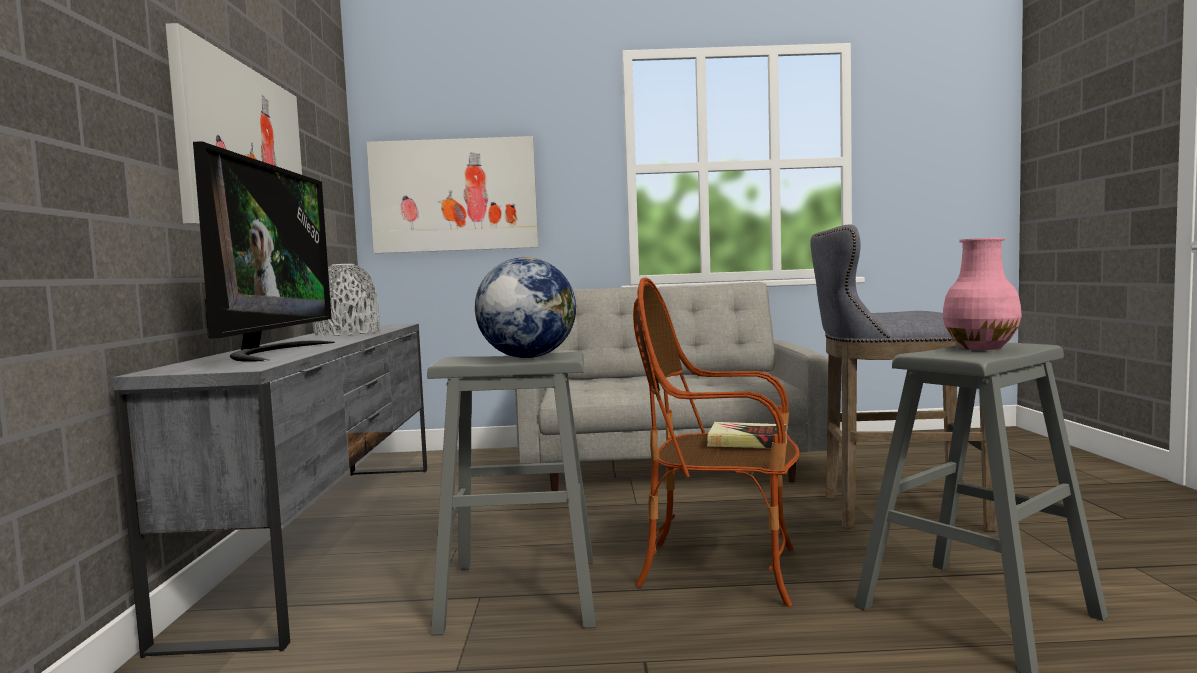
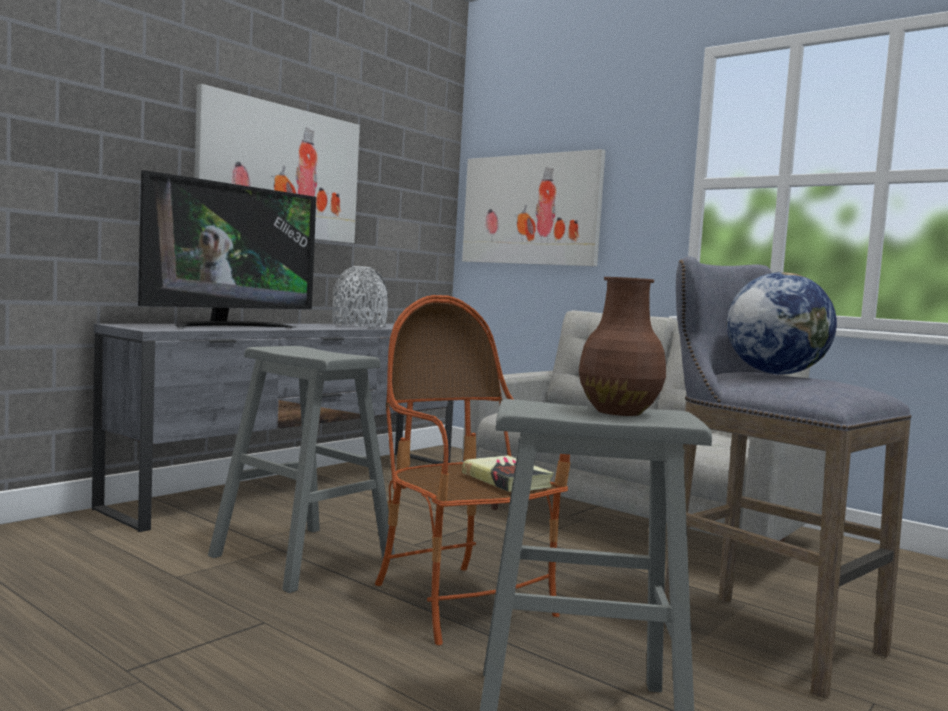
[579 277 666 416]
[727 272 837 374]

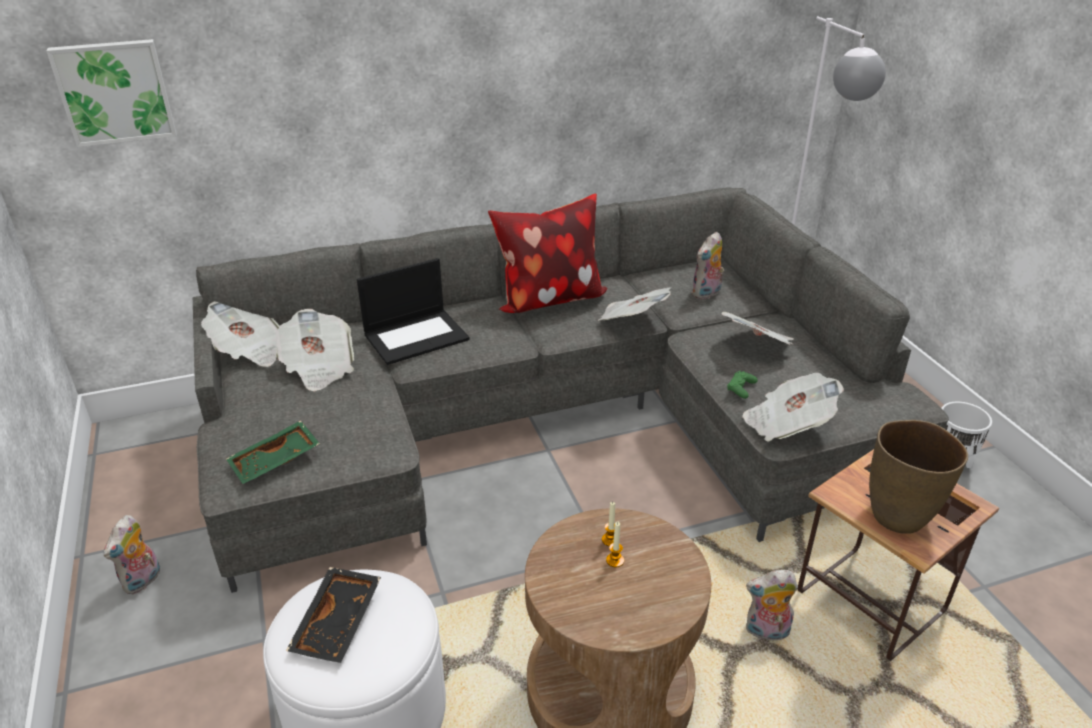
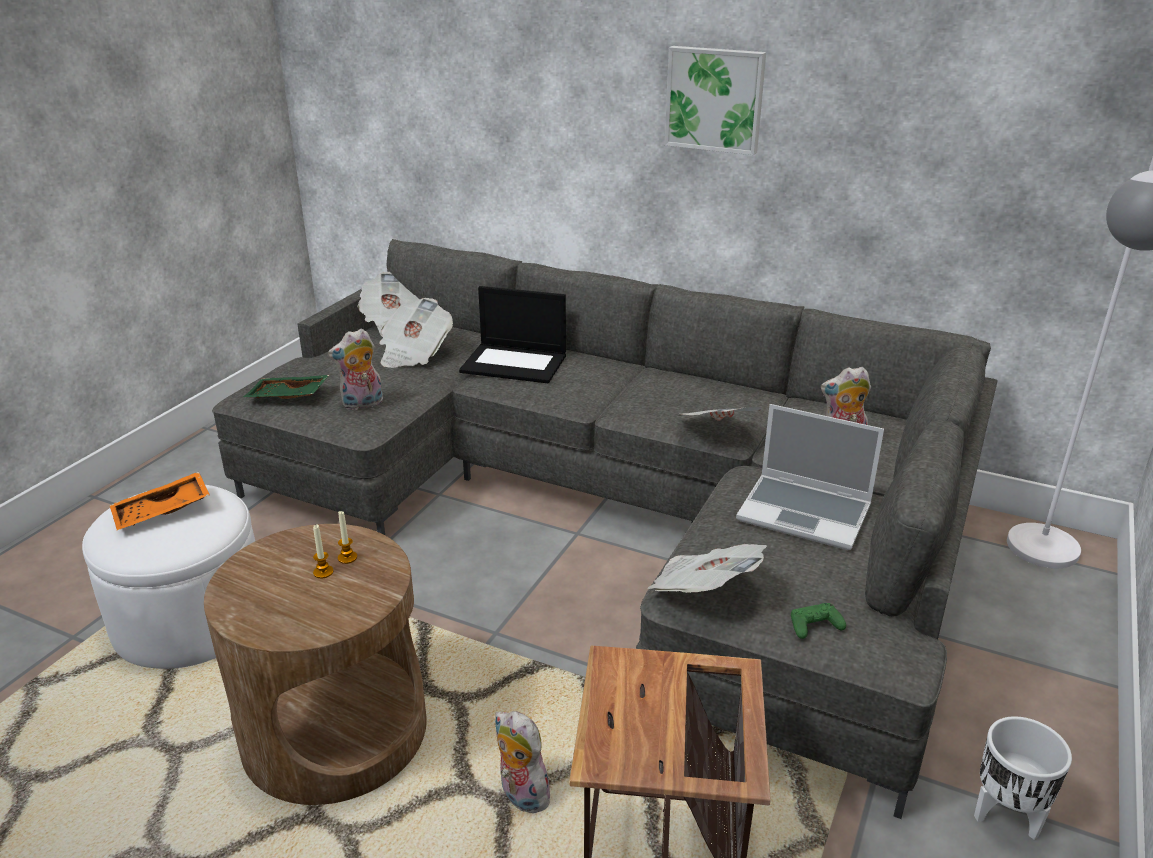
[110 472 210 530]
[328 329 383 411]
[665 46 766 155]
[736 404 884 550]
[791 603 846 639]
[488 194 607 313] (first image)
[869 420 968 534] (first image)

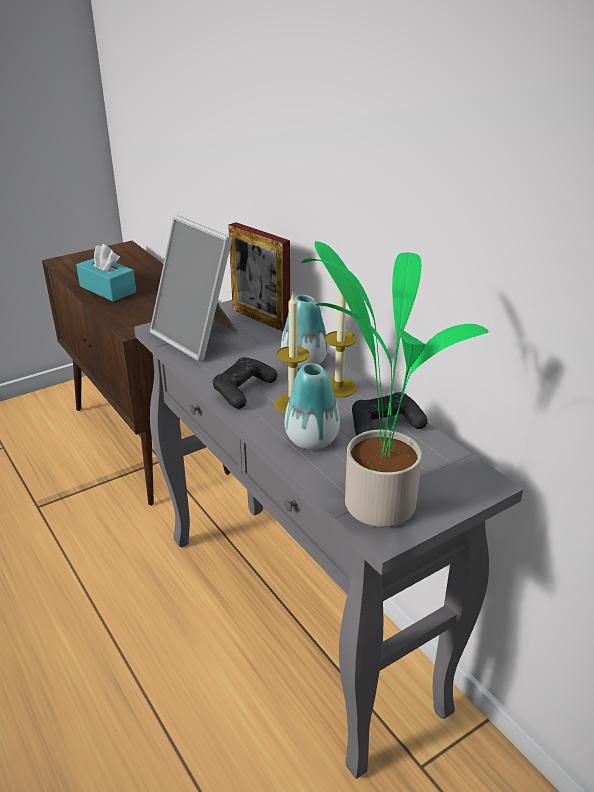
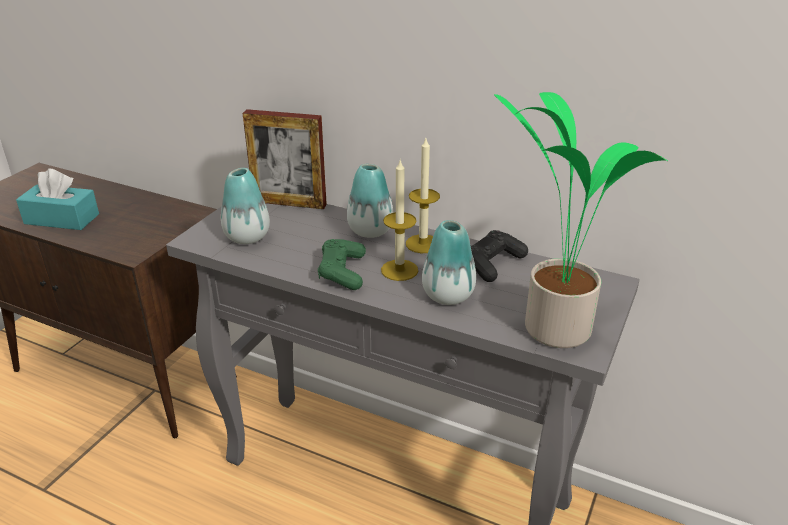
[221 168 270 244]
[318 239 366 290]

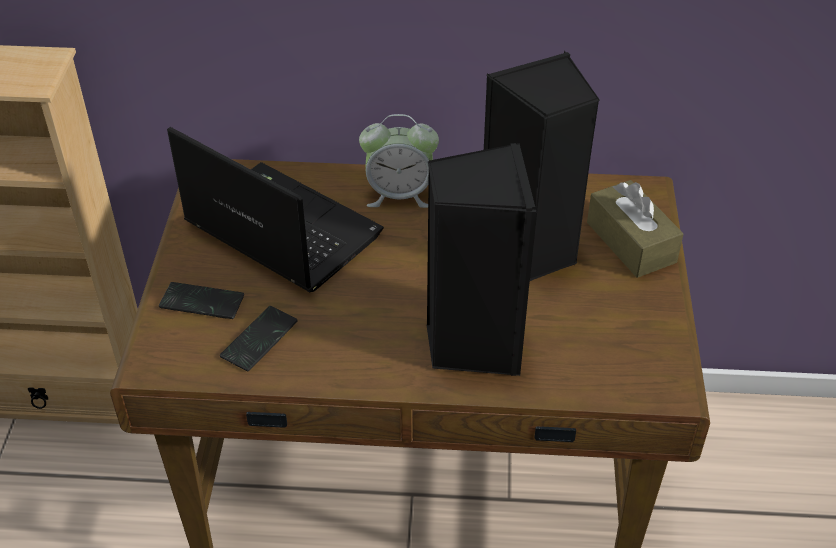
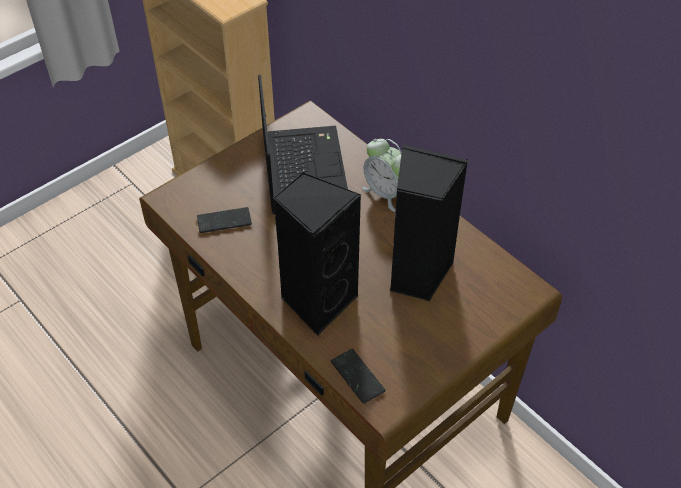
[331 349 385 404]
[587 180 684 278] (first image)

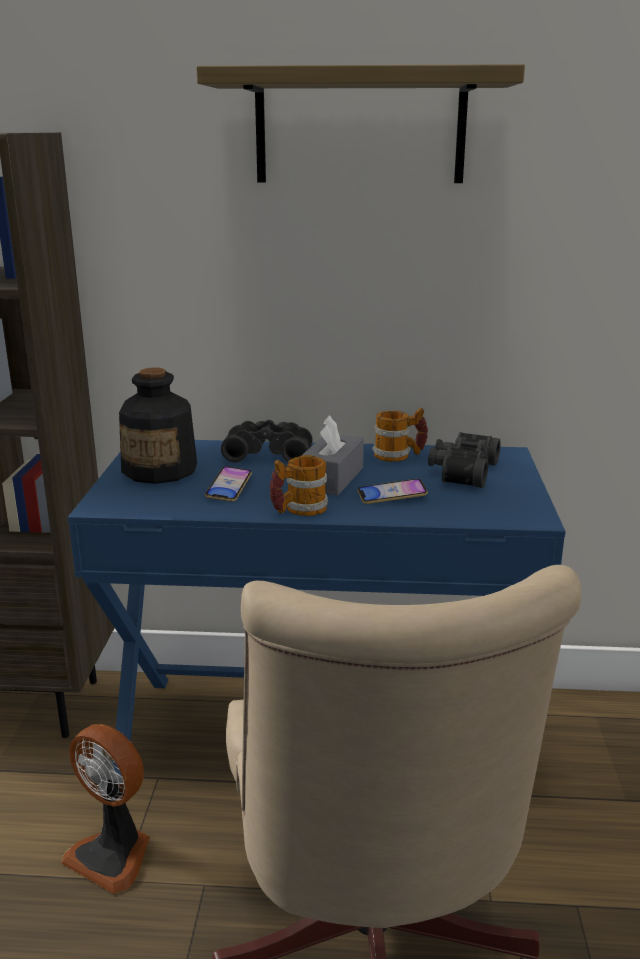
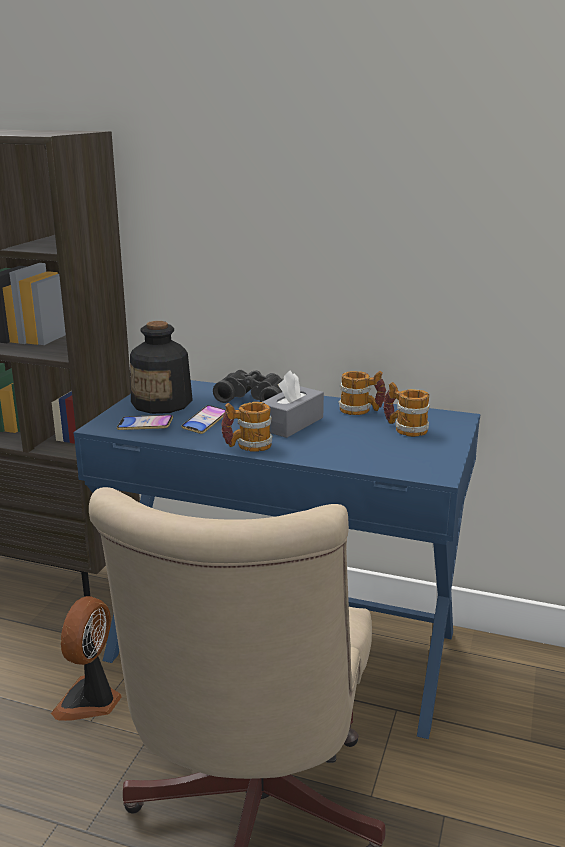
[51 596 122 721]
[117 415 173 430]
[383 382 429 437]
[196 64 525 183] (first image)

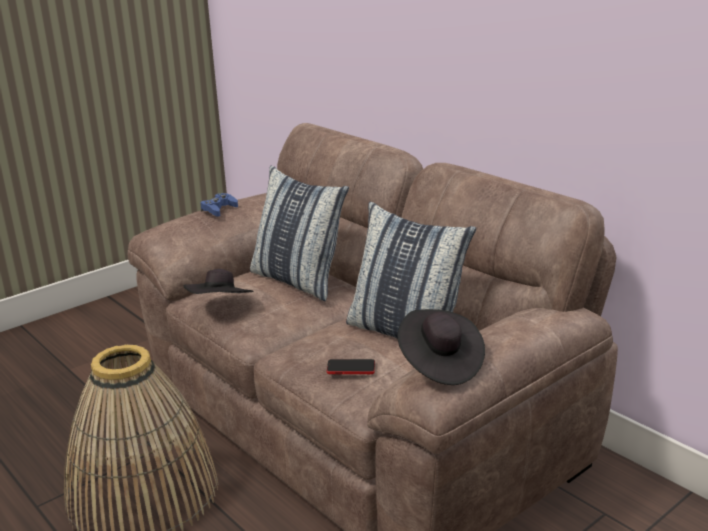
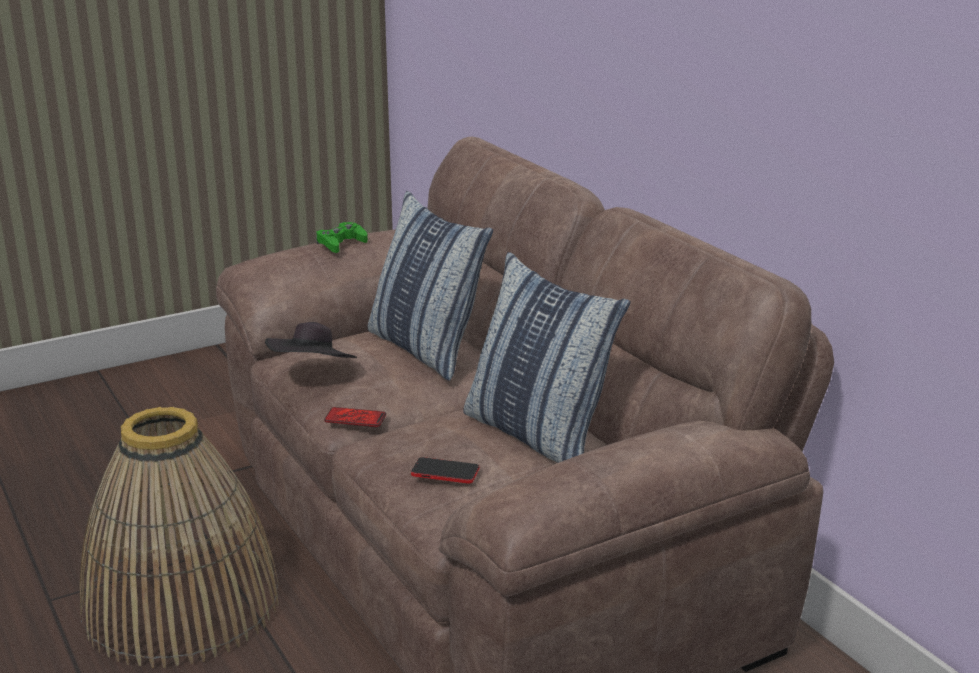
[316 222 368 253]
[324 407 386 427]
[397 309 485 385] (first image)

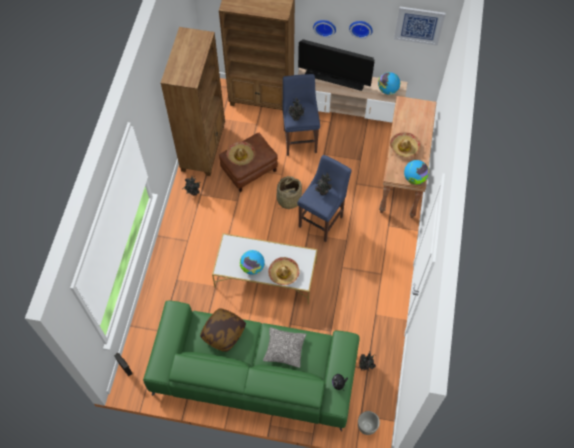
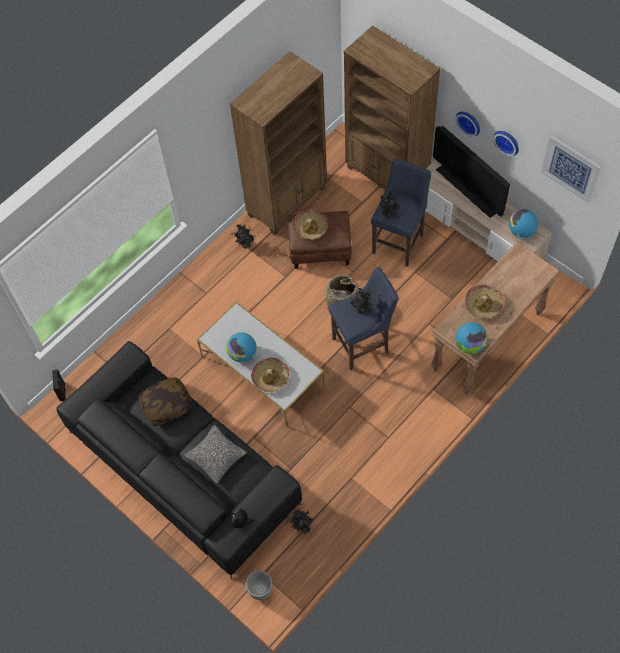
[56 341 302 580]

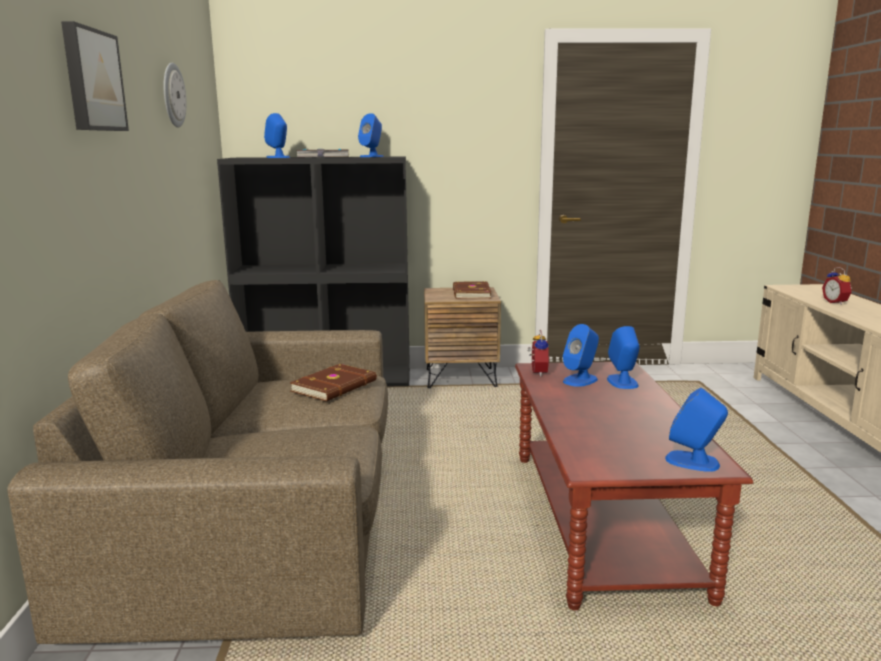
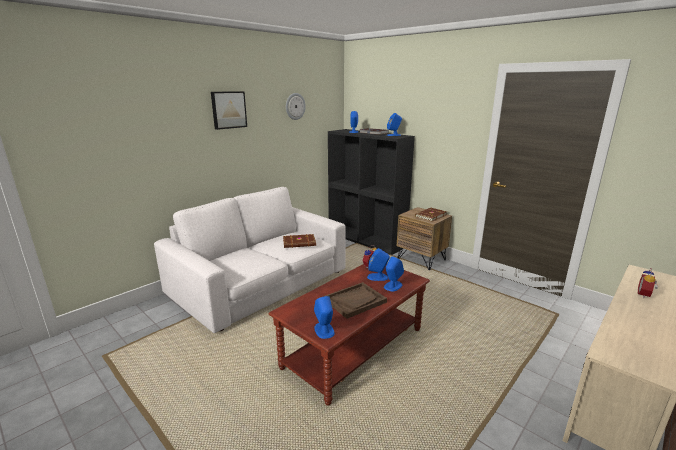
[154 187 346 333]
[325 282 387 319]

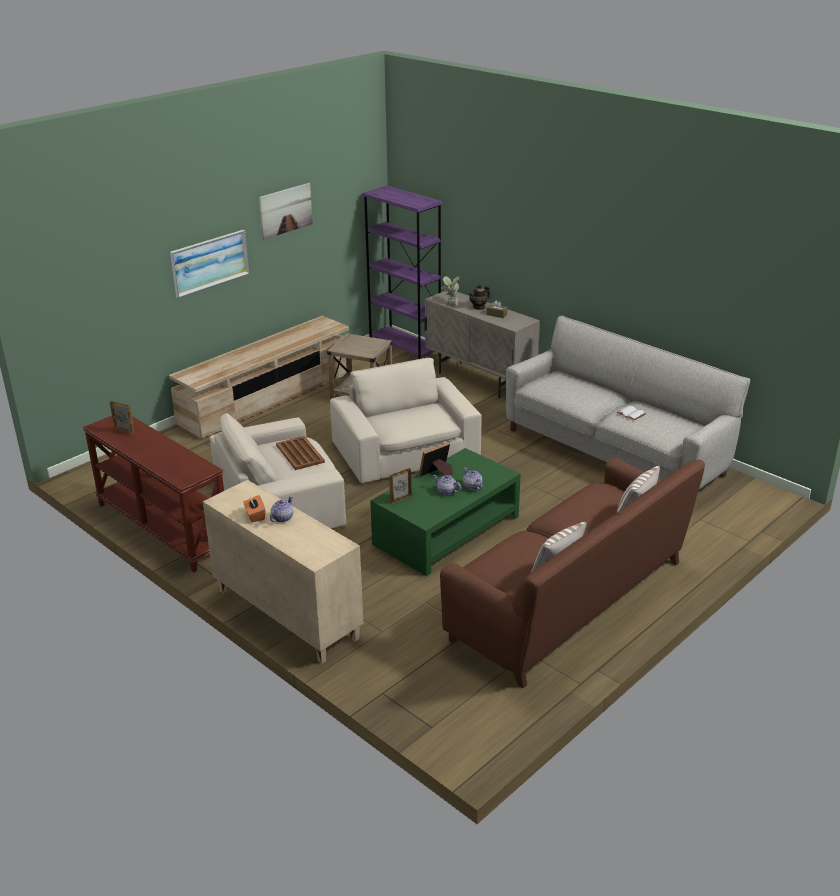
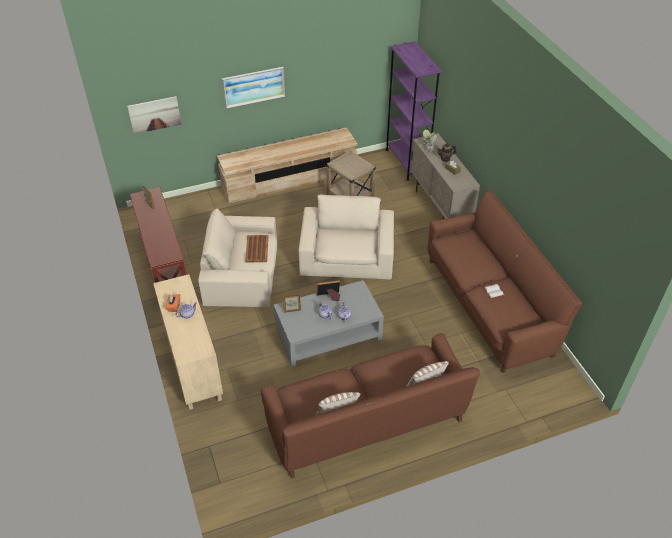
[127 96 181 134]
[274 280 384 367]
[428 190 582 373]

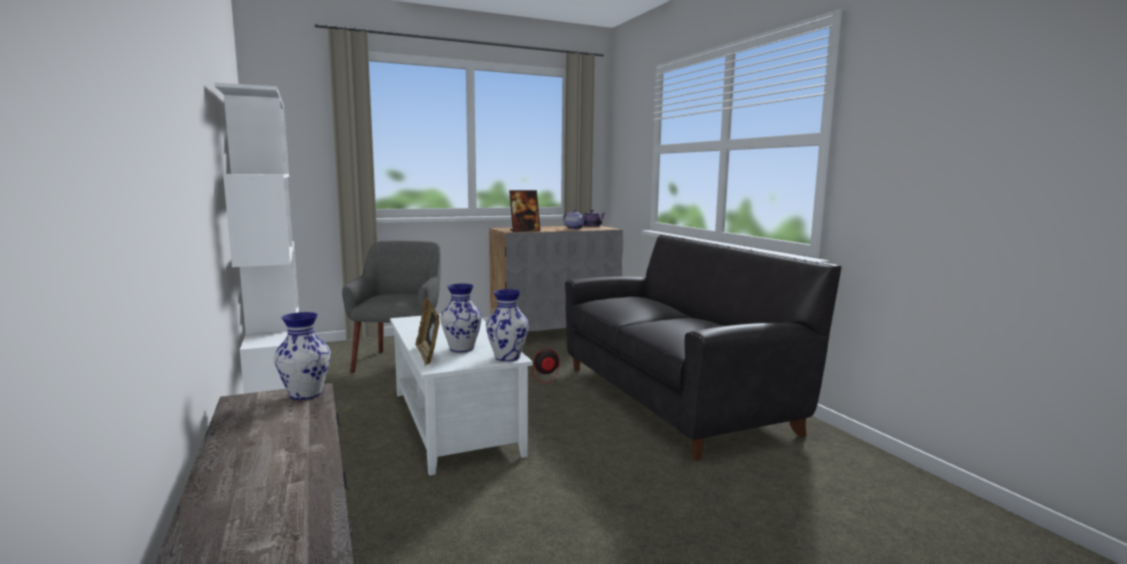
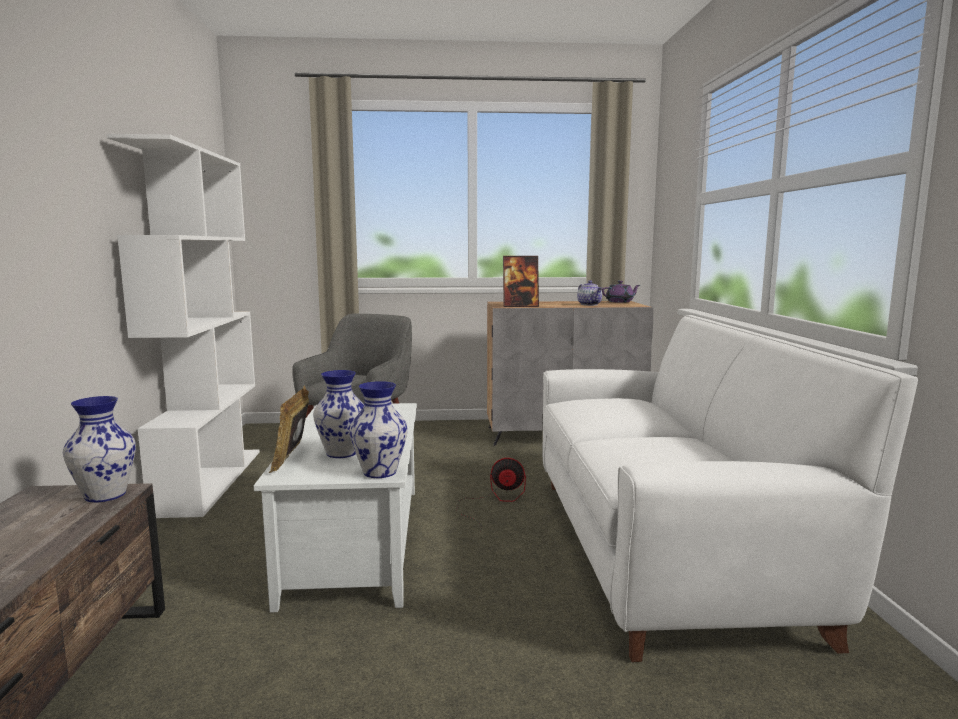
[543 315 918 662]

